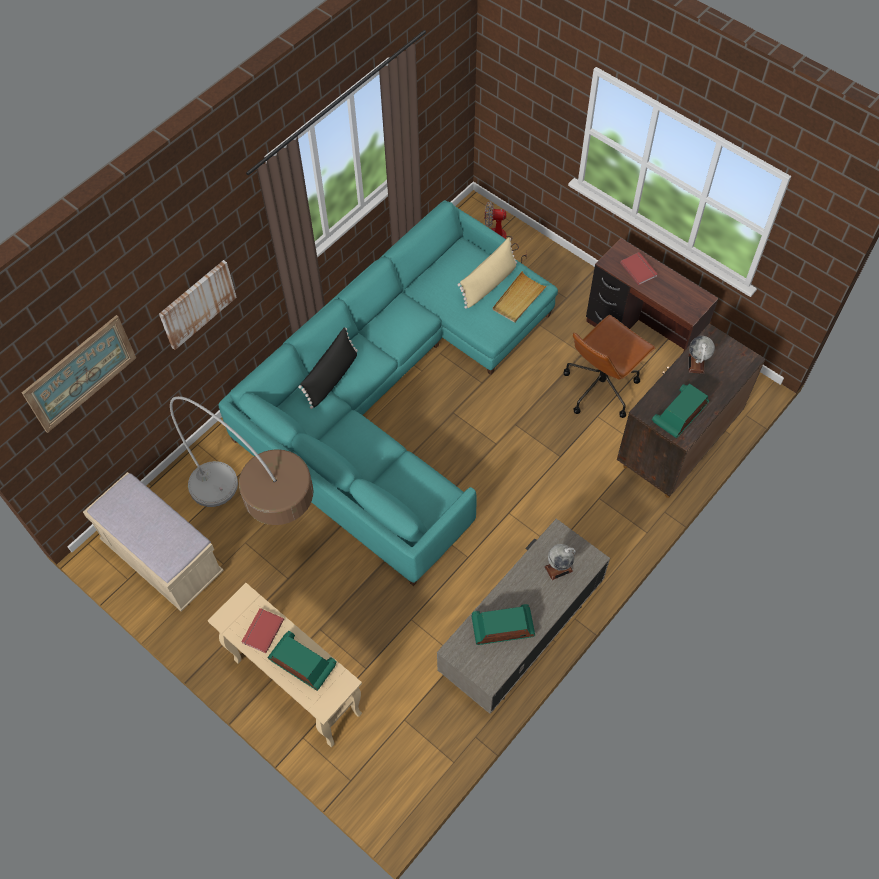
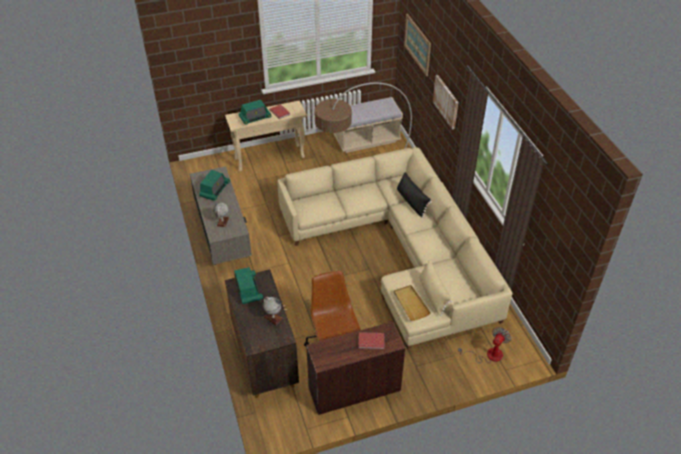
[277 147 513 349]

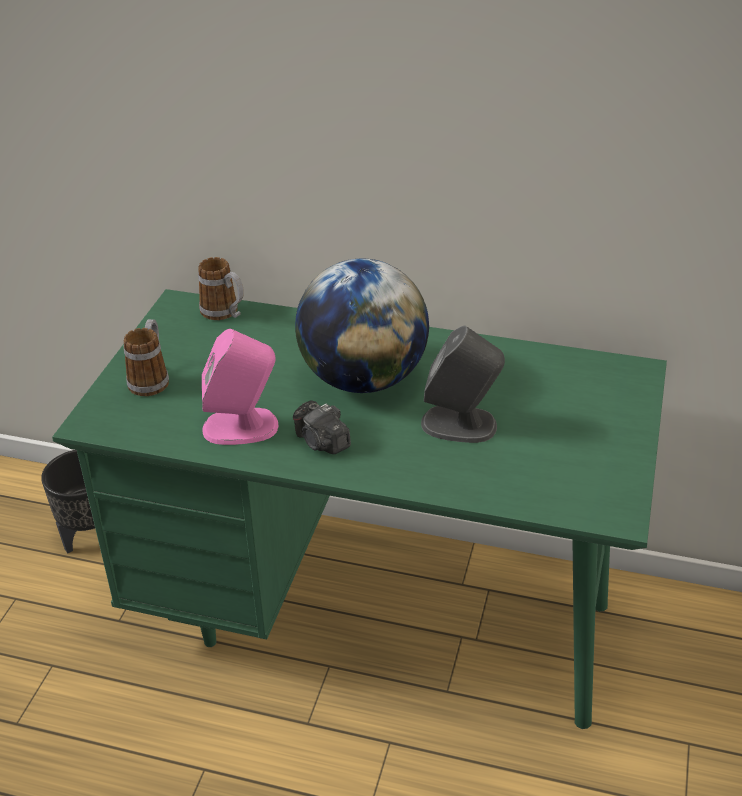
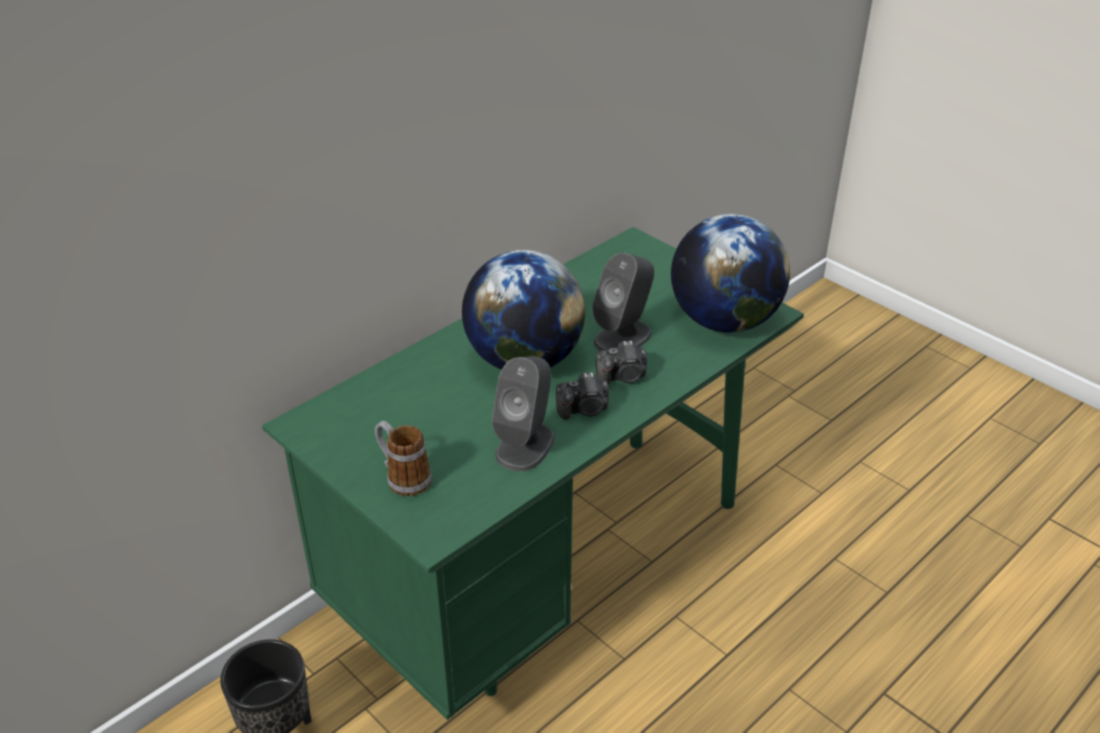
[492 356 554 472]
[596 340 647 385]
[671 214 790 333]
[198 257 244 320] (first image)

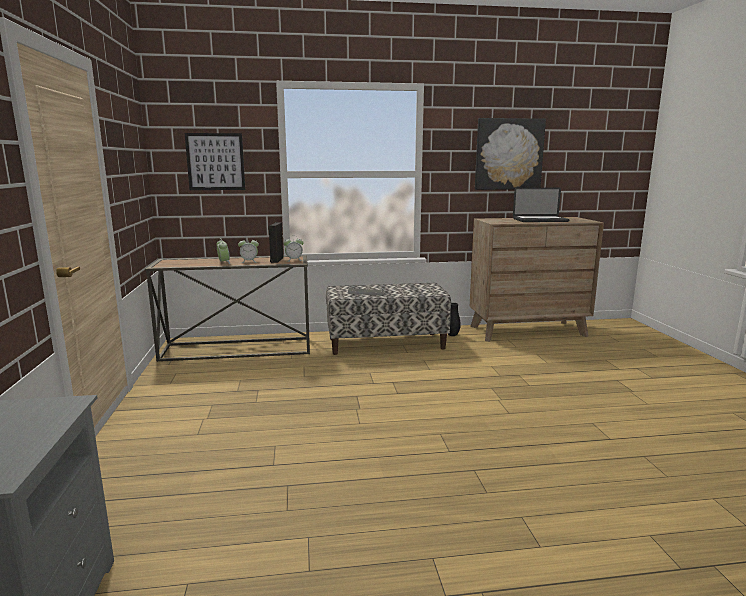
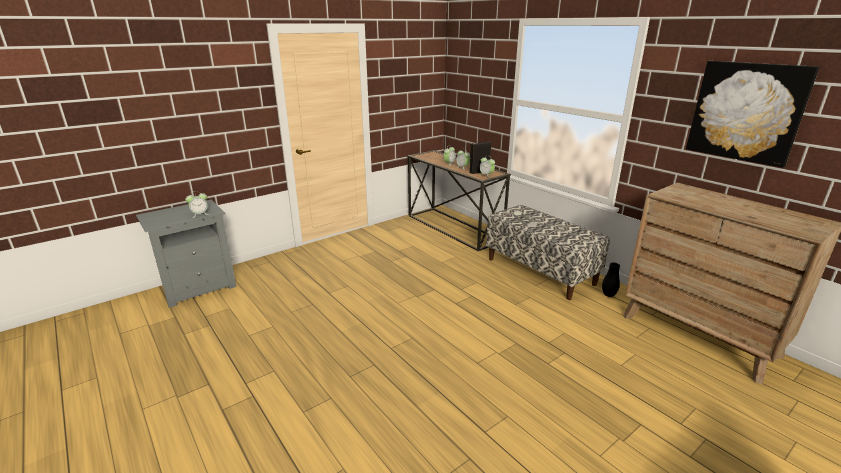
[185 191 210 218]
[185 133 245 190] (first image)
[513 188 569 222] (first image)

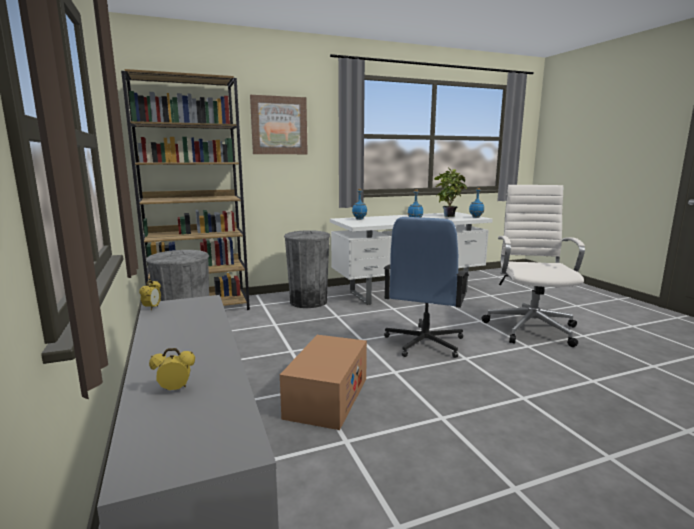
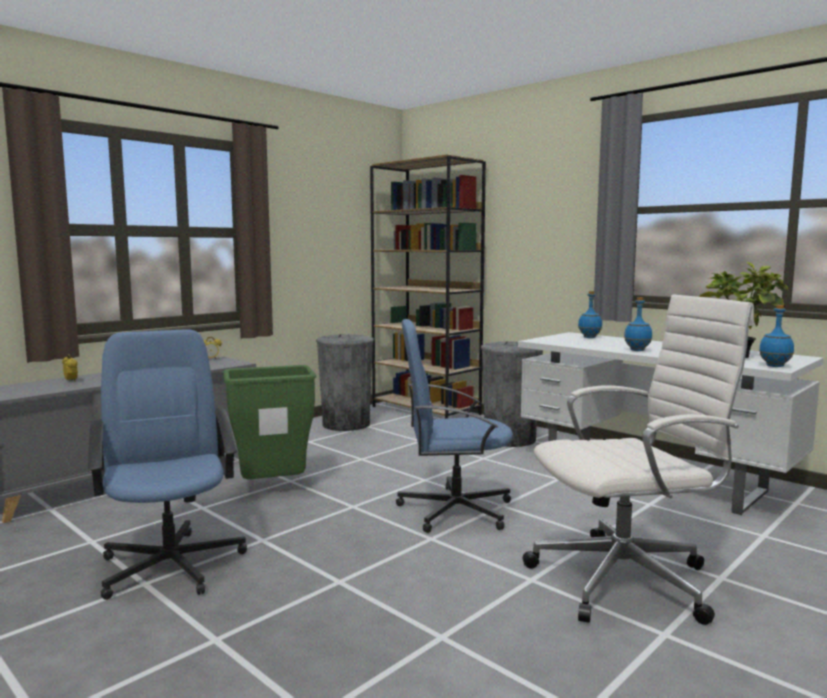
[88 329 247 600]
[223 365 316 480]
[250 95 308 154] (first image)

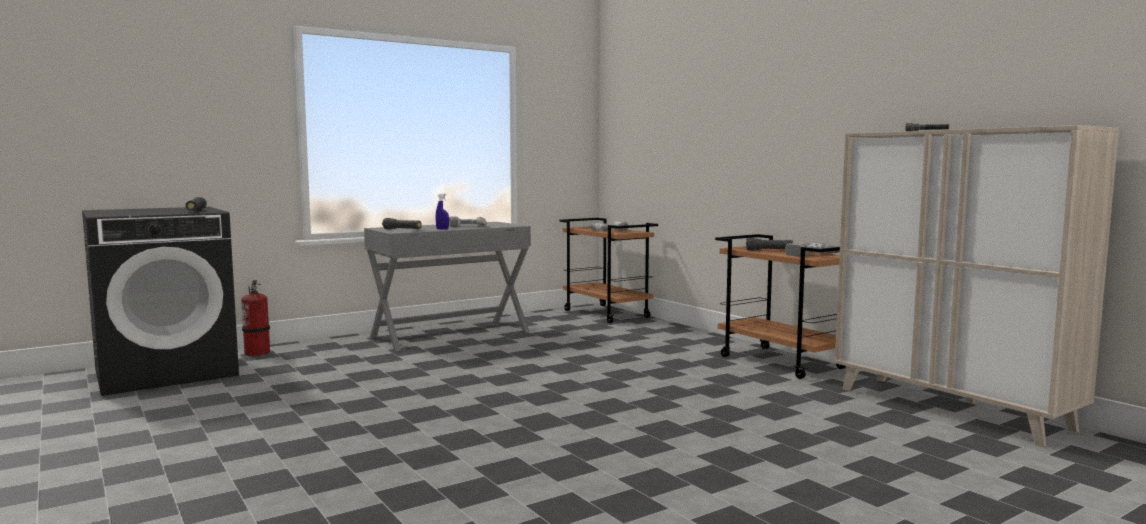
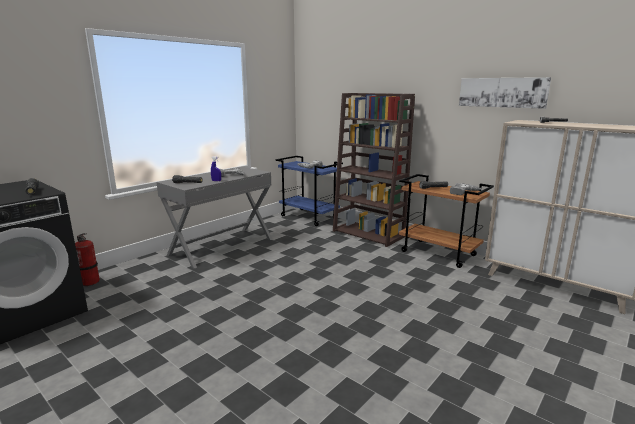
[276 156 343 226]
[333 93 415 247]
[459 77 551 109]

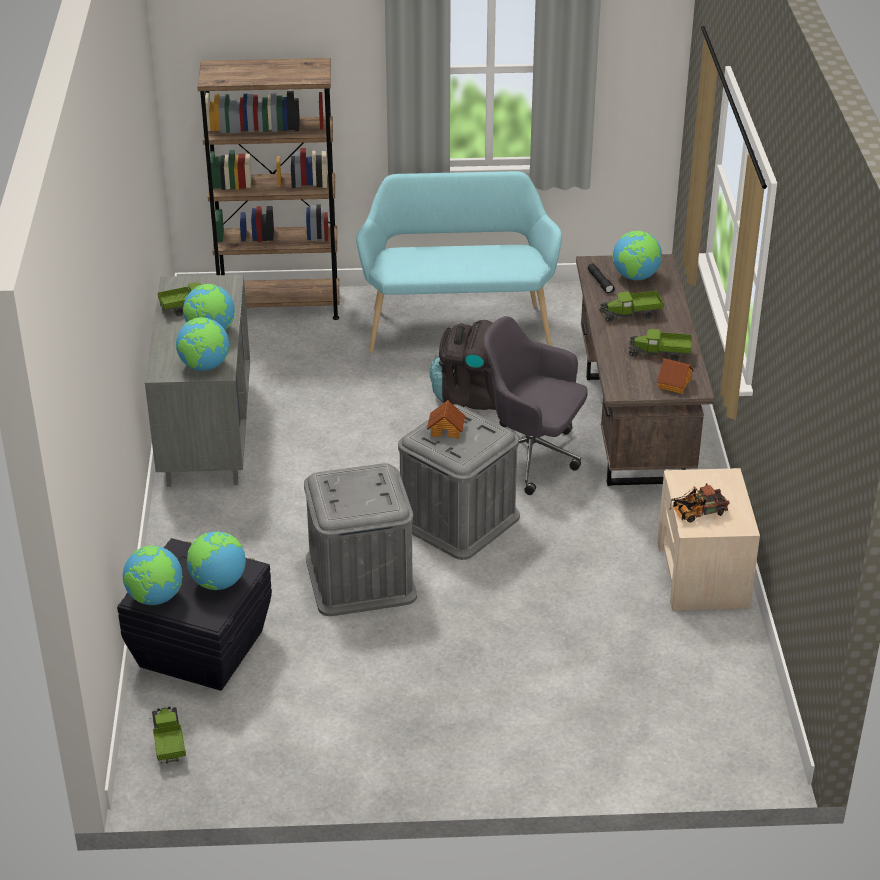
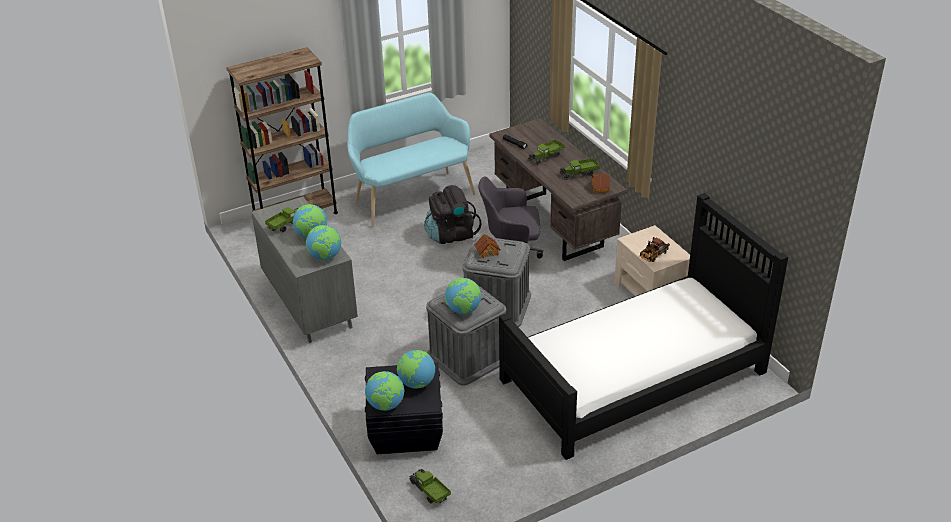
[445 278 481 314]
[499 193 788 460]

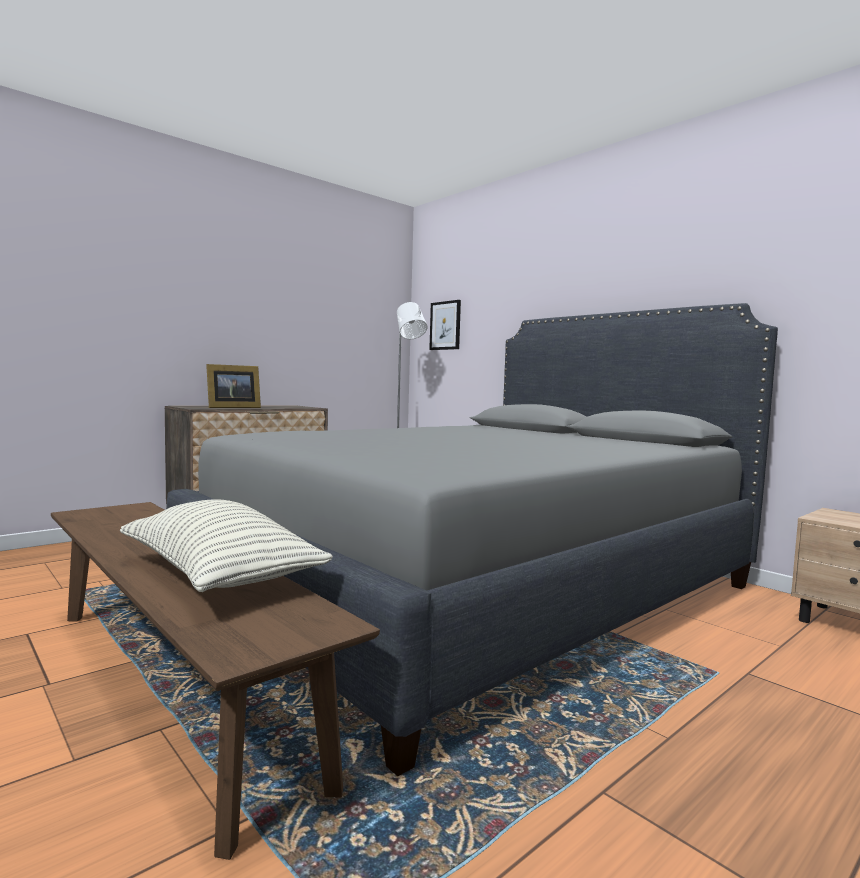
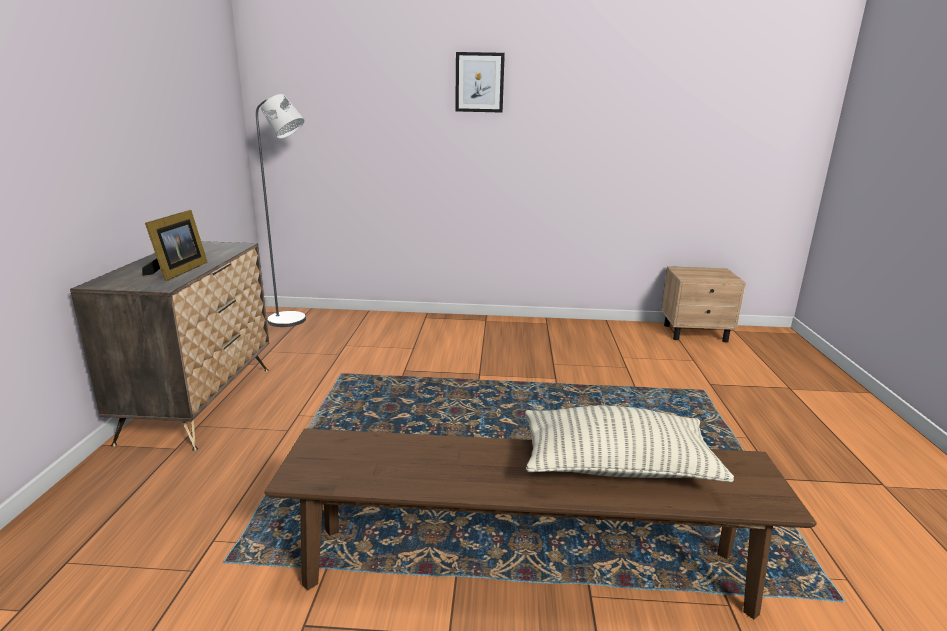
[455 52 505 113]
[166 303 778 776] (first image)

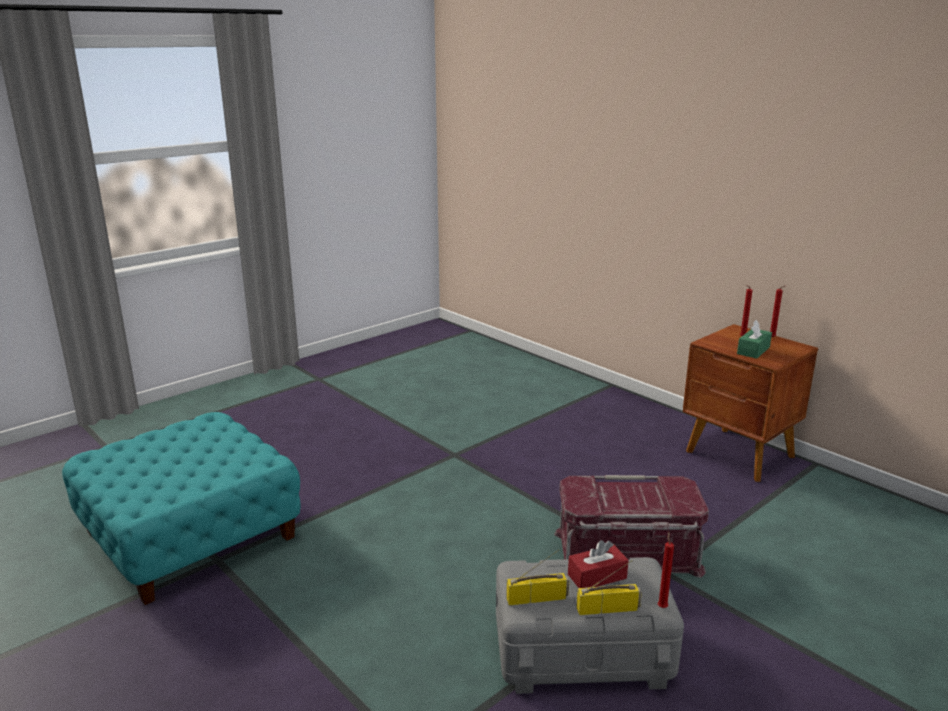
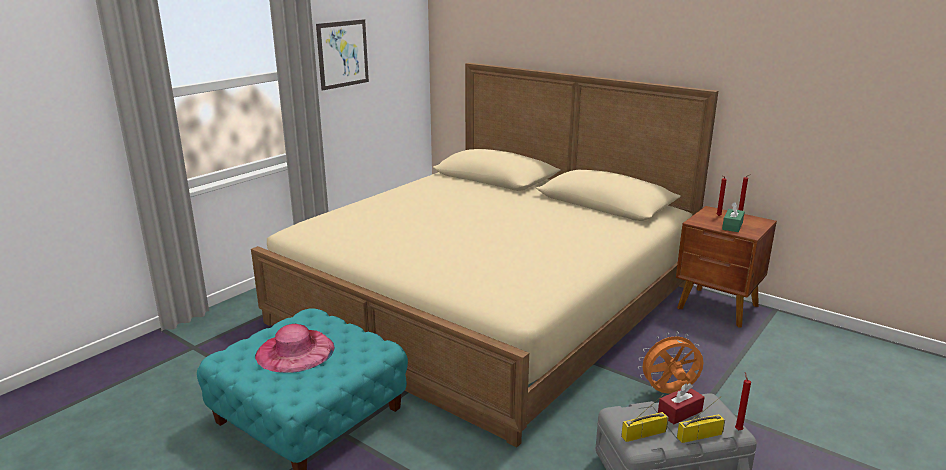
[251 63 718 447]
[255 324 335 373]
[316 19 369 90]
[638 331 704 394]

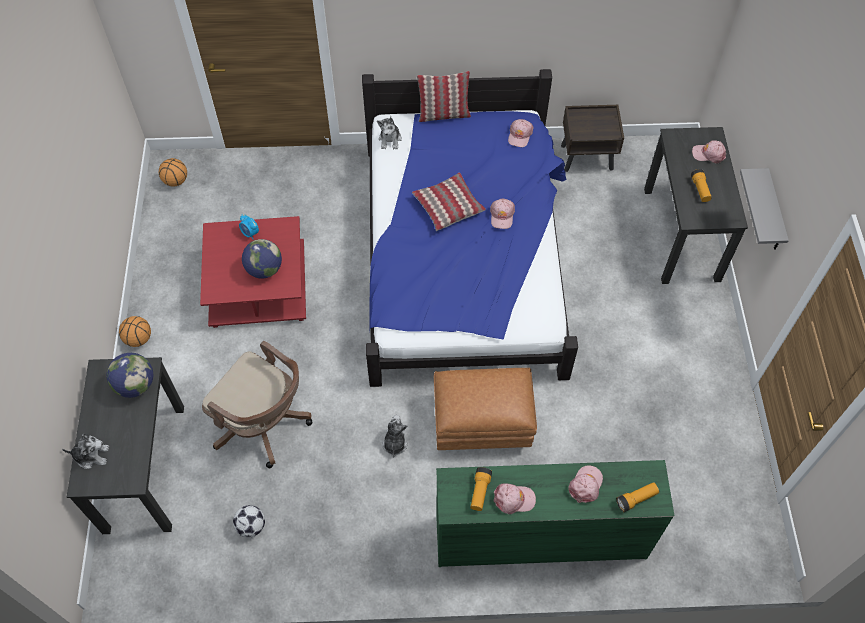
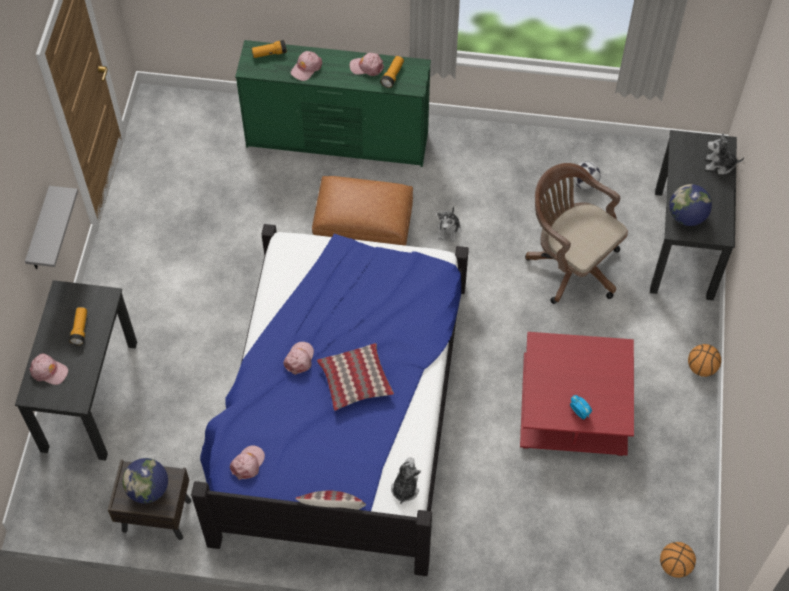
[123 458 168 504]

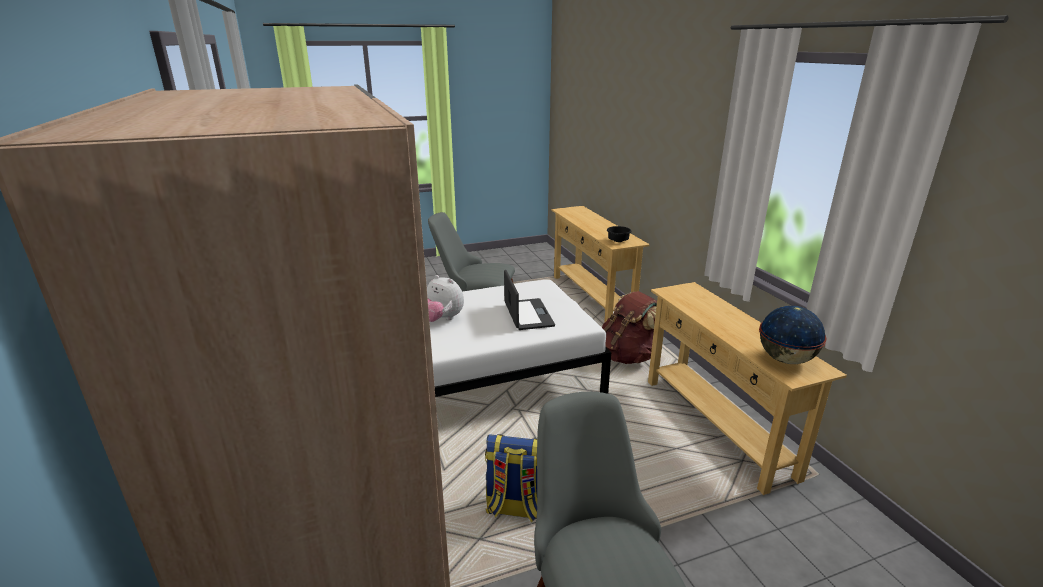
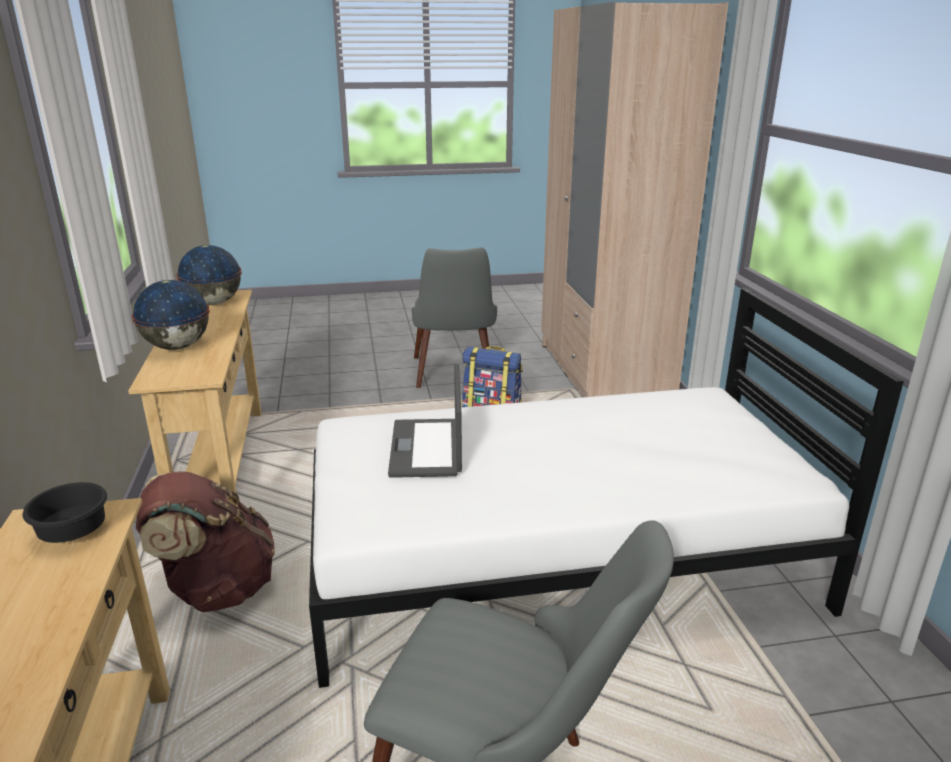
[132 280 210 350]
[427 275 464 322] (first image)

